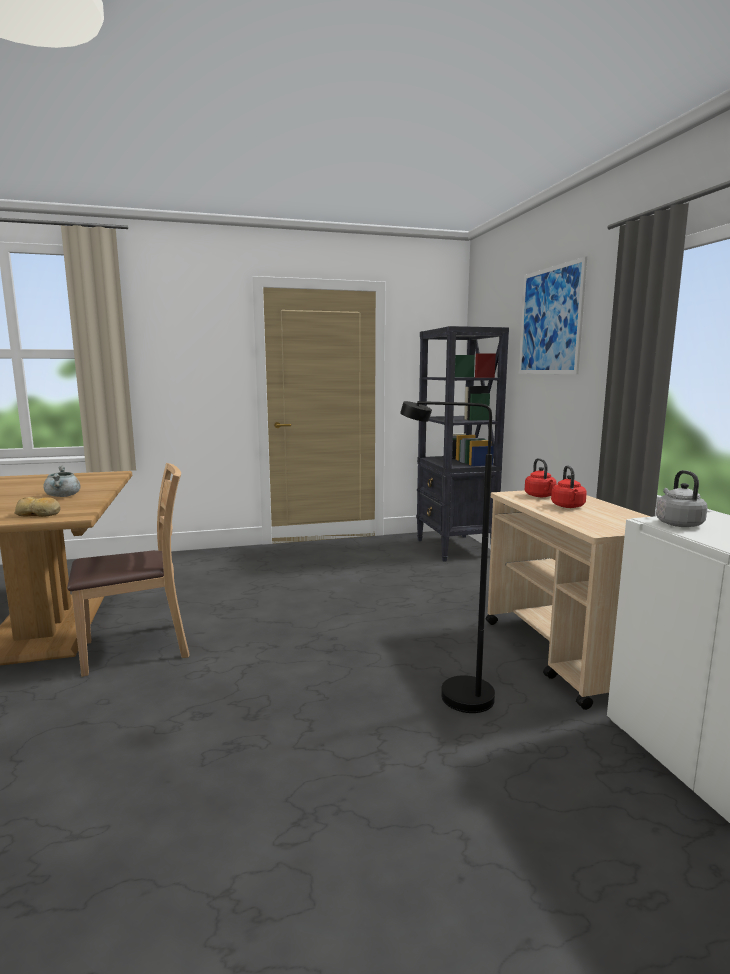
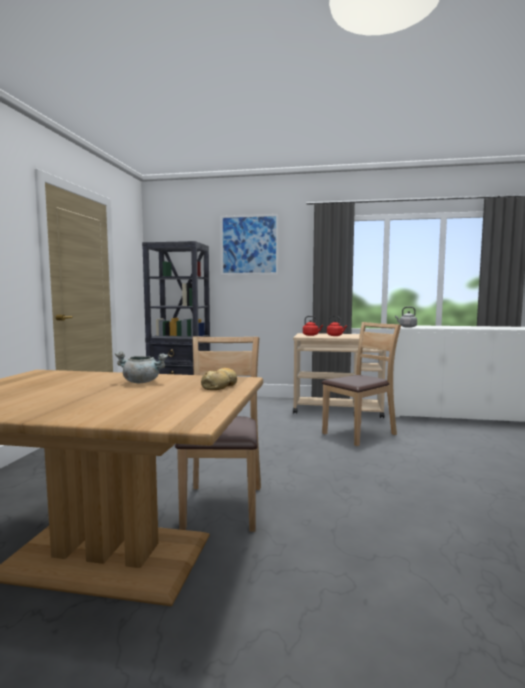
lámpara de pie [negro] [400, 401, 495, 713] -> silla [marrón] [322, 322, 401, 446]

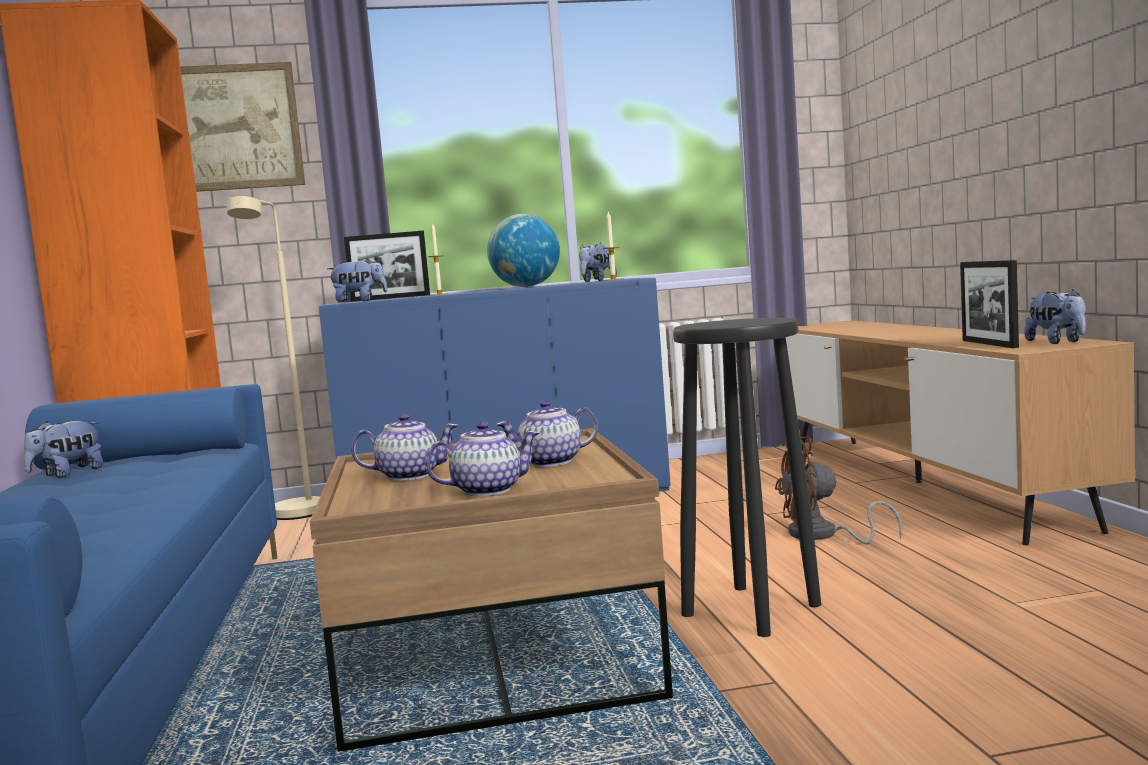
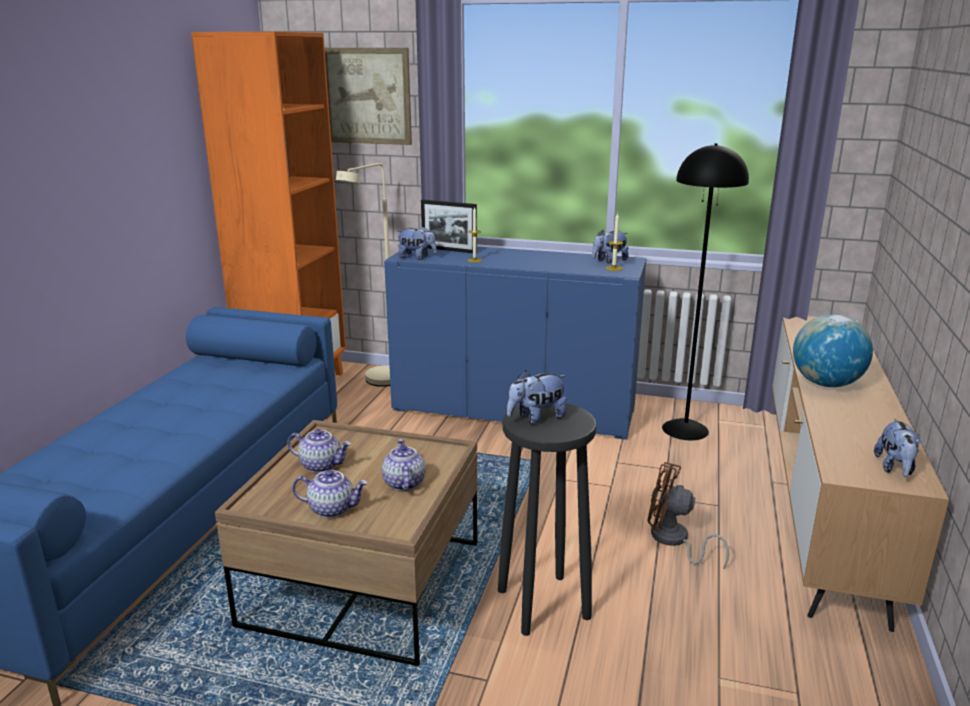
globo terráqueo [487, 214, 560, 287] -> globo terráqueo [793, 314, 873, 387], shifted
portarretratos [960, 260, 1019, 348] -> none
tetera [496, 400, 598, 467] -> tetera [382, 439, 426, 491], 75 degrees clockwise
peluche [24, 421, 103, 478] -> peluche [507, 370, 567, 424], shifted
none -> lámpara de pie [negro] [662, 143, 749, 440]

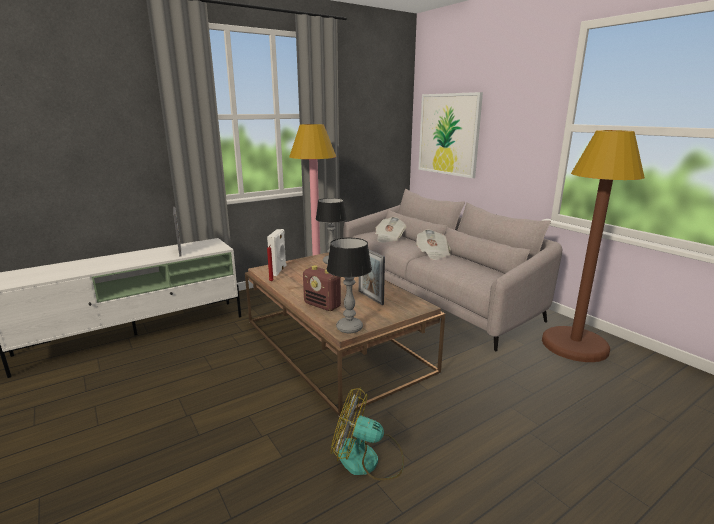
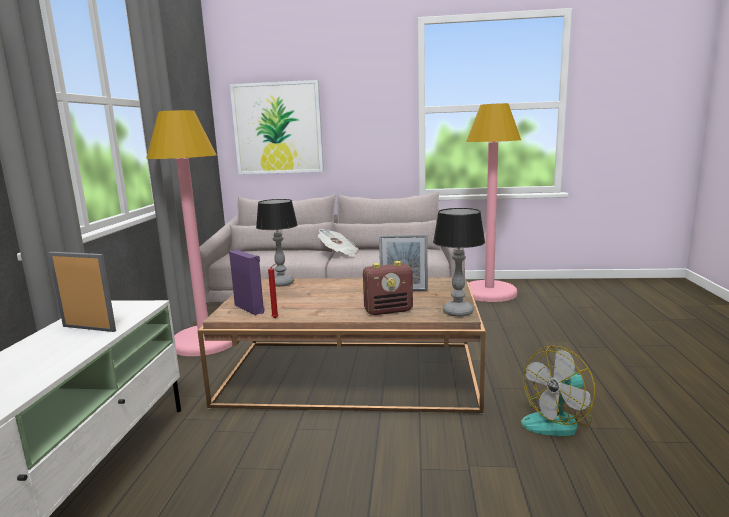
lámpara de pie [marrón] [542, 130, 645, 362] -> lámpara de pie [rosa] [466, 103, 521, 302]
periódico [375, 217, 406, 242] -> none
altavoz [blanco] [267, 229, 286, 276] -> altavoz [morado] [229, 249, 264, 315]

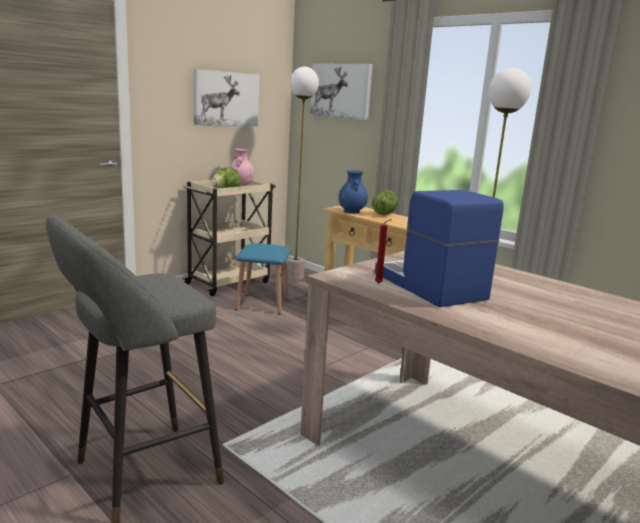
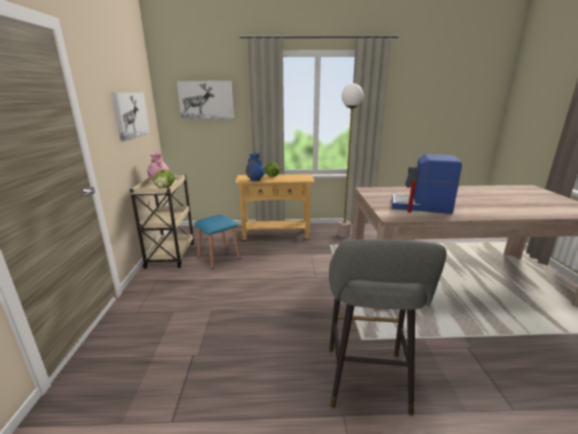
lámpara de pie [287, 67, 319, 280] -> none

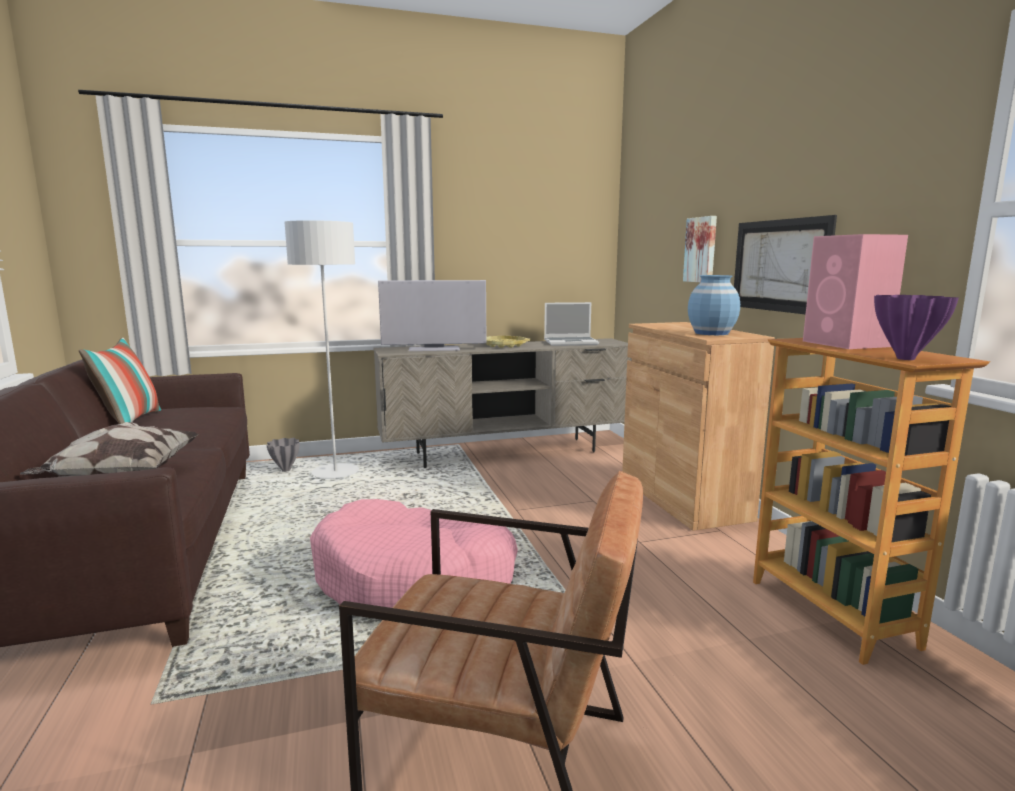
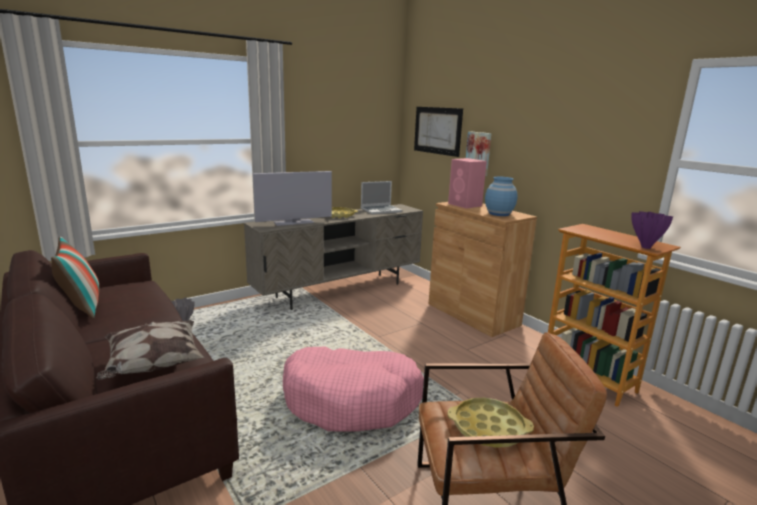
cuadro [734, 215, 837, 314] -> cuadro [414, 107, 463, 157], shifted
lámpara de pie [gris] [284, 220, 359, 479] -> none
altavoz [rosa] [803, 234, 908, 349] -> altavoz [rosa] [448, 158, 487, 209], shifted
none -> bandeja [amarillo] [448, 398, 534, 448]

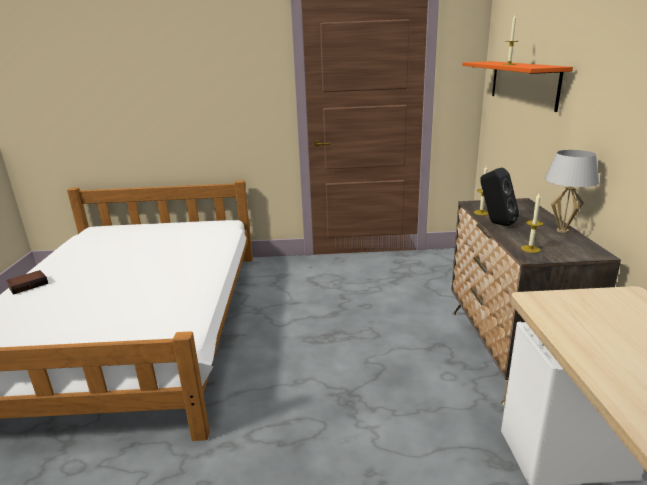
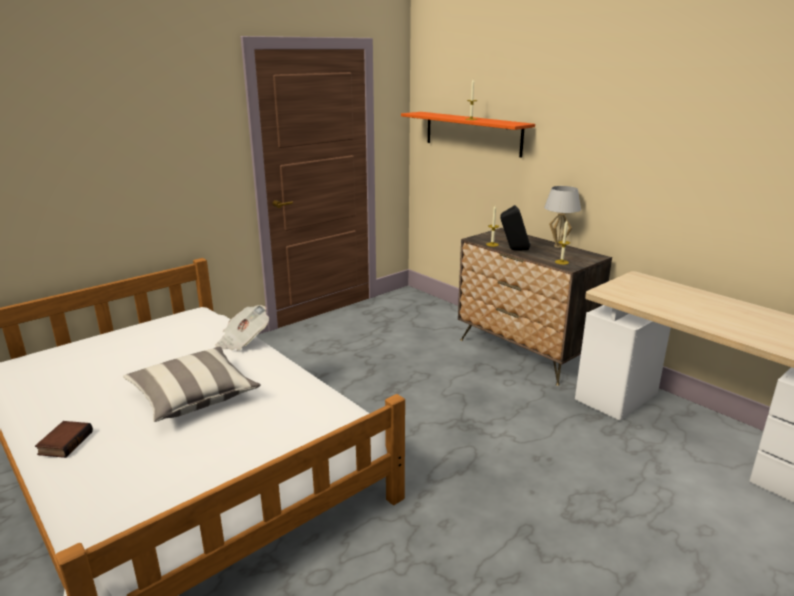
none -> periódico [215, 305, 269, 351]
none -> cojín [123, 347, 261, 422]

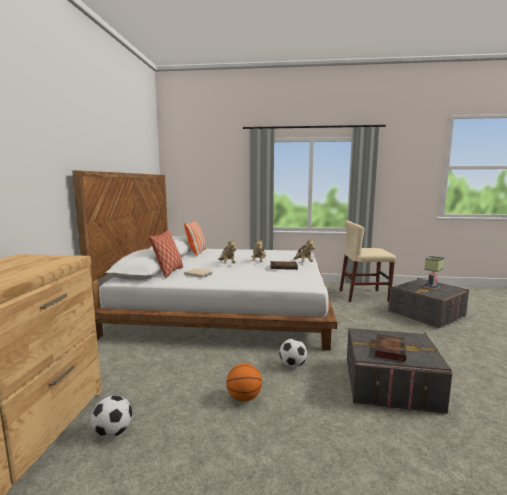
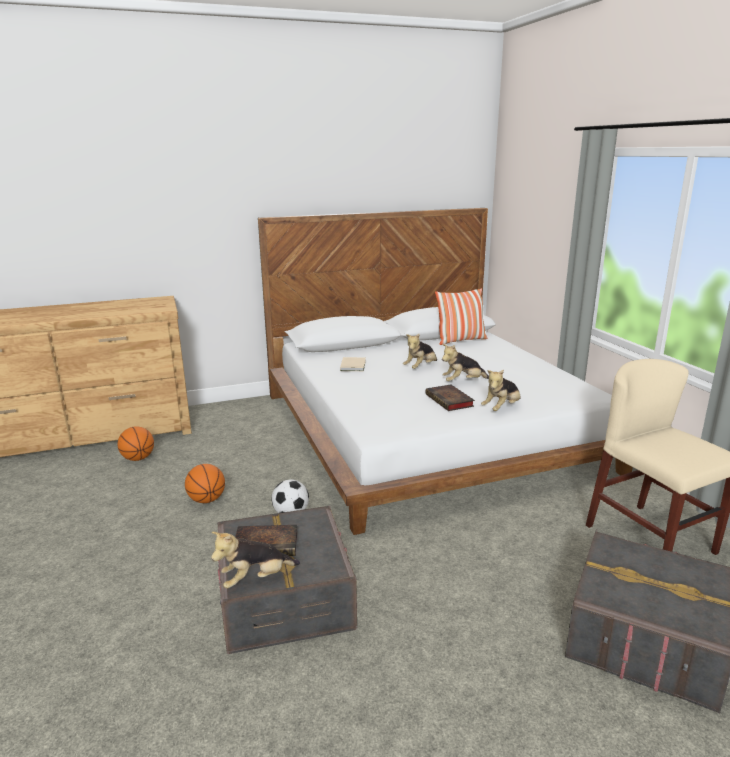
cojín [149, 230, 183, 278] -> none
lámpara de mesa [423, 256, 444, 290] -> none
balón de fútbol [91, 395, 132, 438] -> balón de baloncesto [118, 426, 154, 461]
none -> peluche [211, 532, 300, 588]

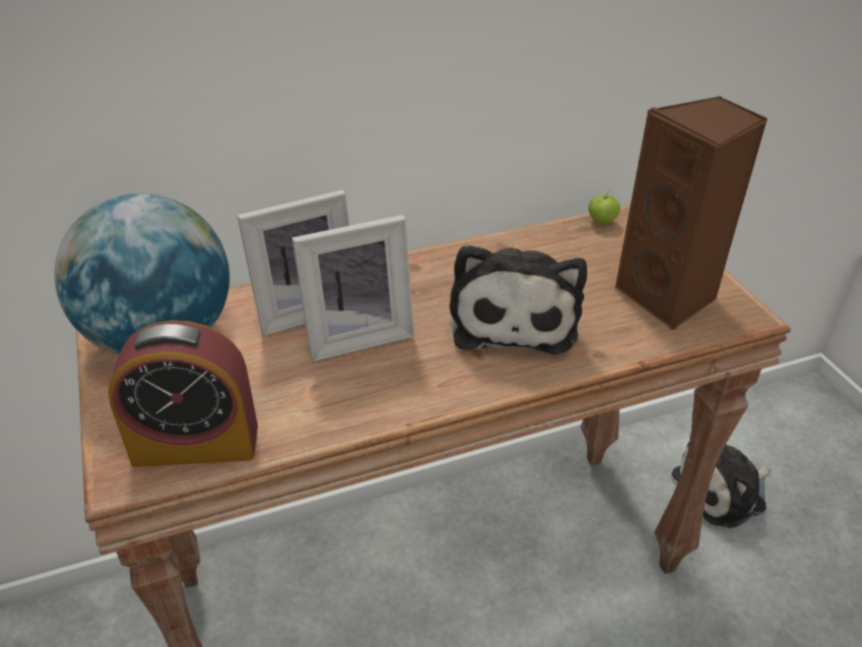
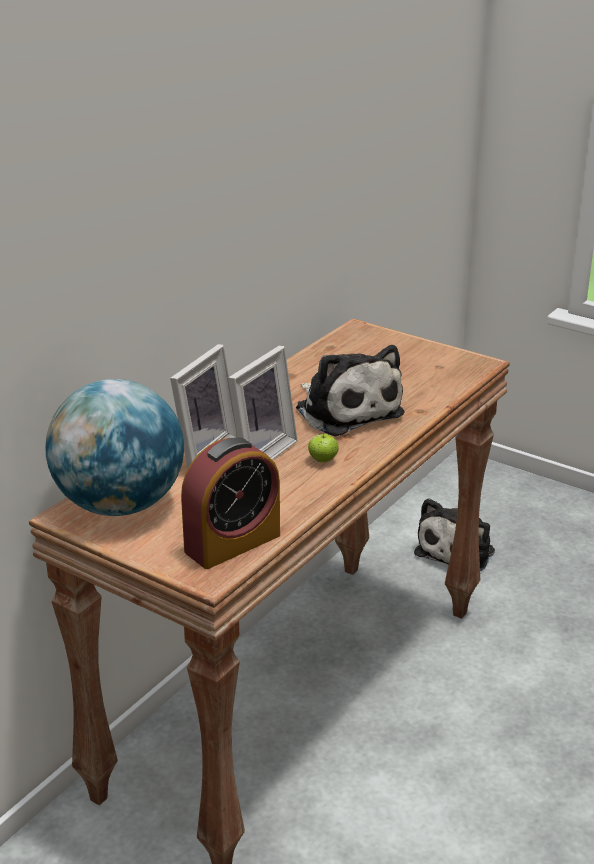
altavoz [marrón] [615, 96, 767, 330] -> none
manzana [588, 191, 620, 224] -> manzana [308, 429, 339, 462], shifted

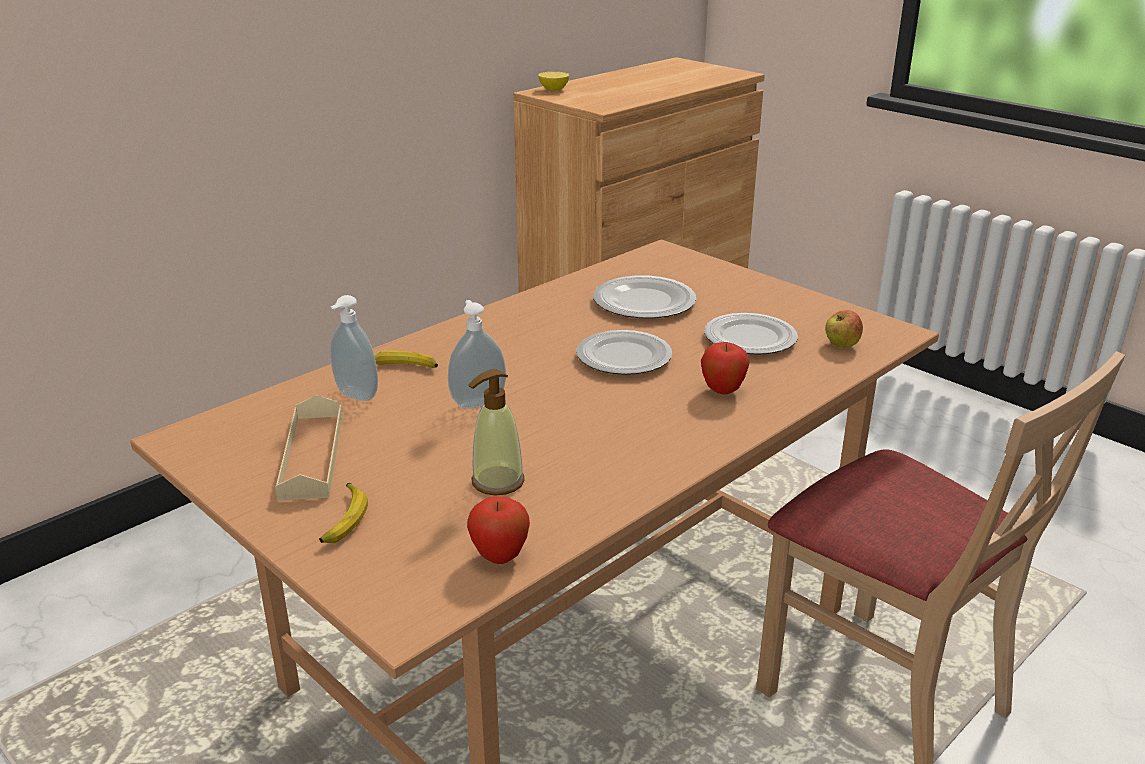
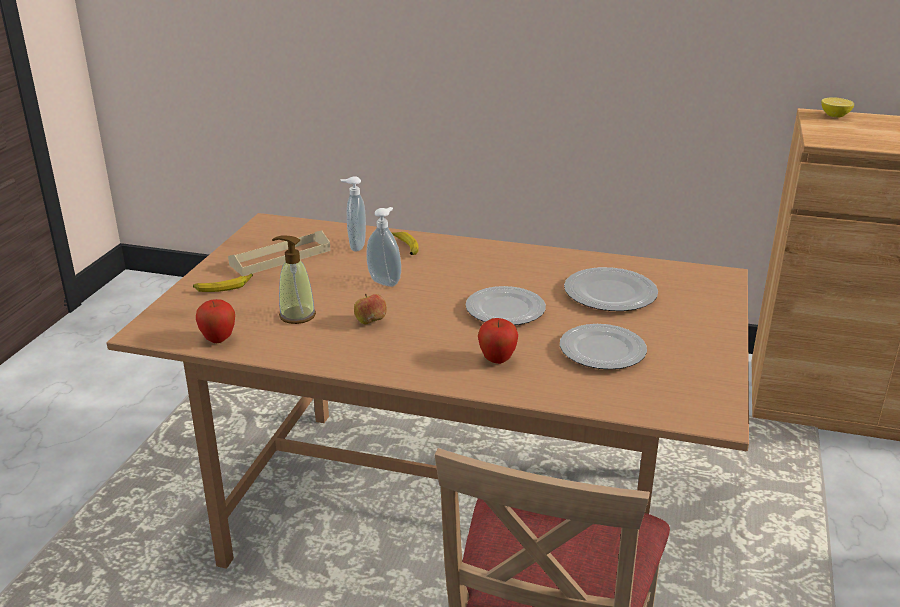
manzana [825, 310, 863, 348] -> manzana [354, 294, 387, 324], shifted

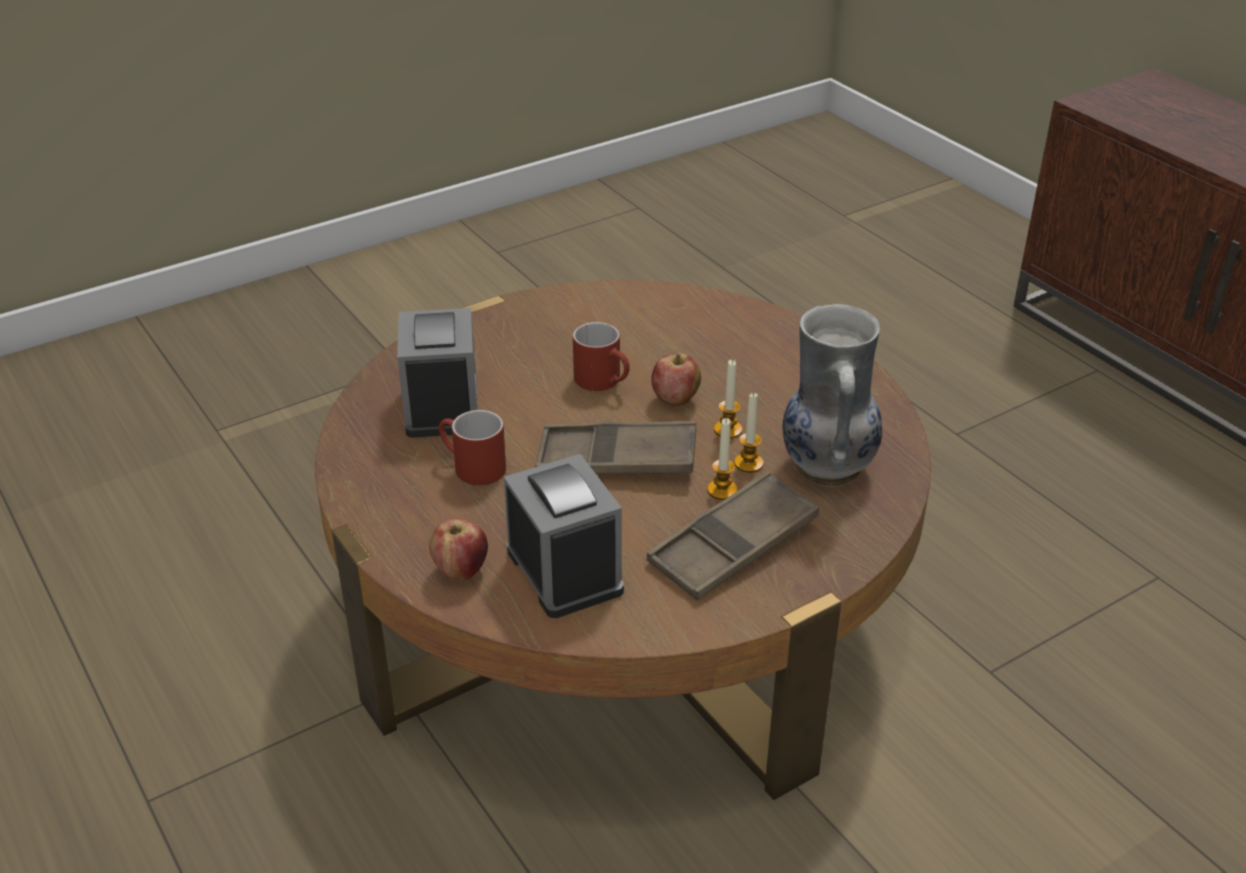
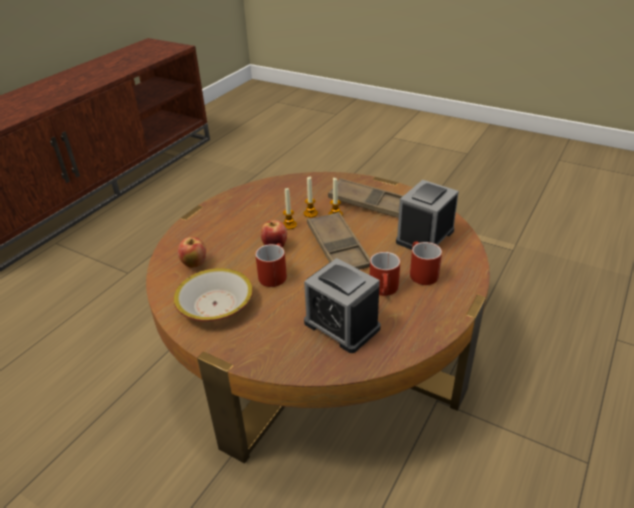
florero [783, 304, 882, 486] -> none
despertador [397, 308, 478, 438] -> despertador [304, 258, 381, 353], 105 degrees counterclockwise
manzana [429, 518, 488, 580] -> manzana [178, 237, 206, 268], shifted
none -> taza grande [rojo] [410, 241, 442, 285]
none -> cuenco [174, 268, 253, 322]

